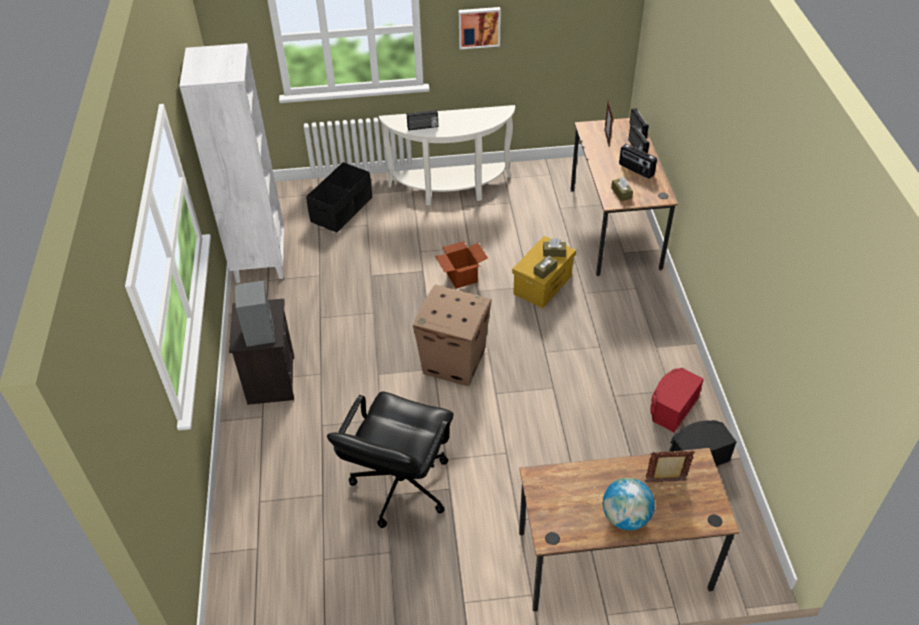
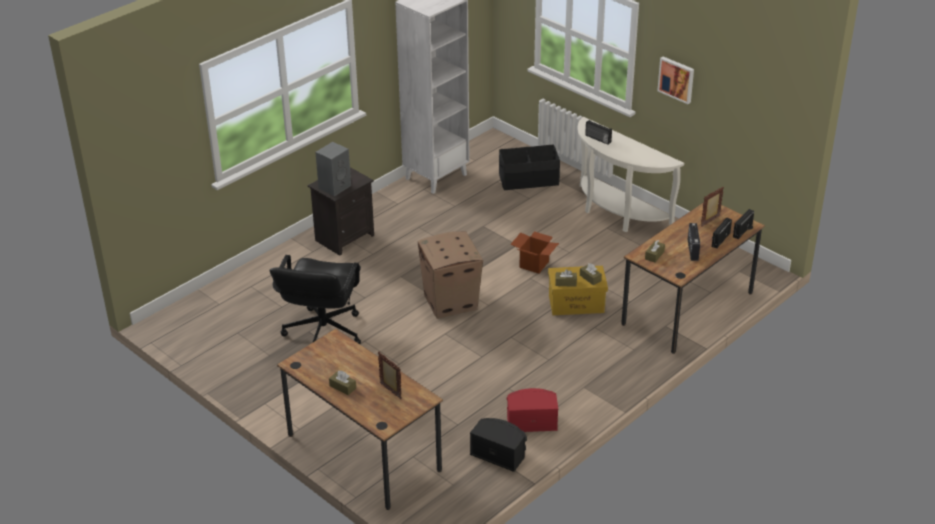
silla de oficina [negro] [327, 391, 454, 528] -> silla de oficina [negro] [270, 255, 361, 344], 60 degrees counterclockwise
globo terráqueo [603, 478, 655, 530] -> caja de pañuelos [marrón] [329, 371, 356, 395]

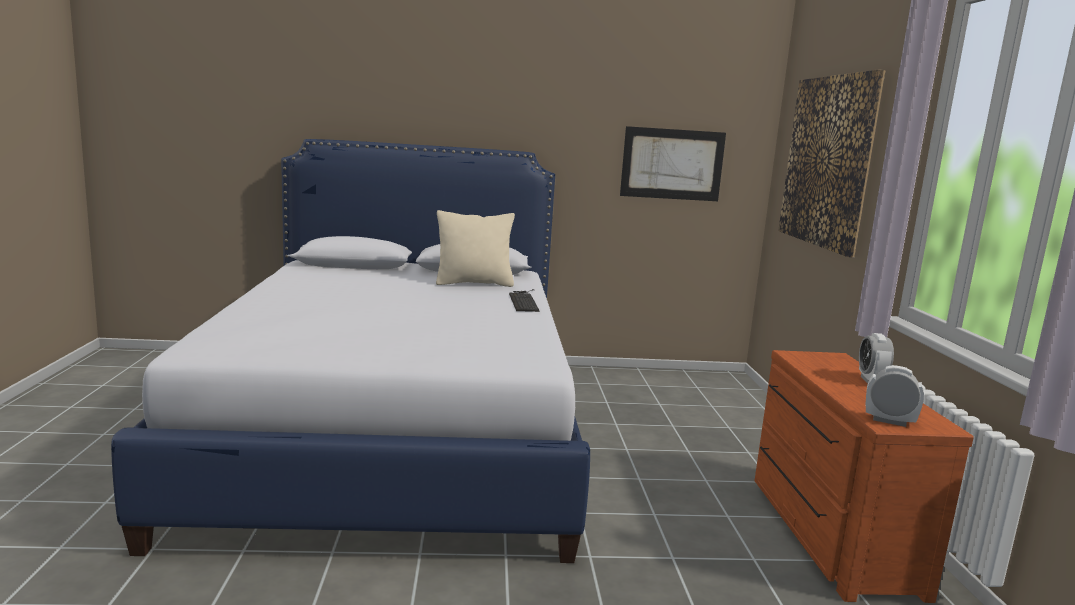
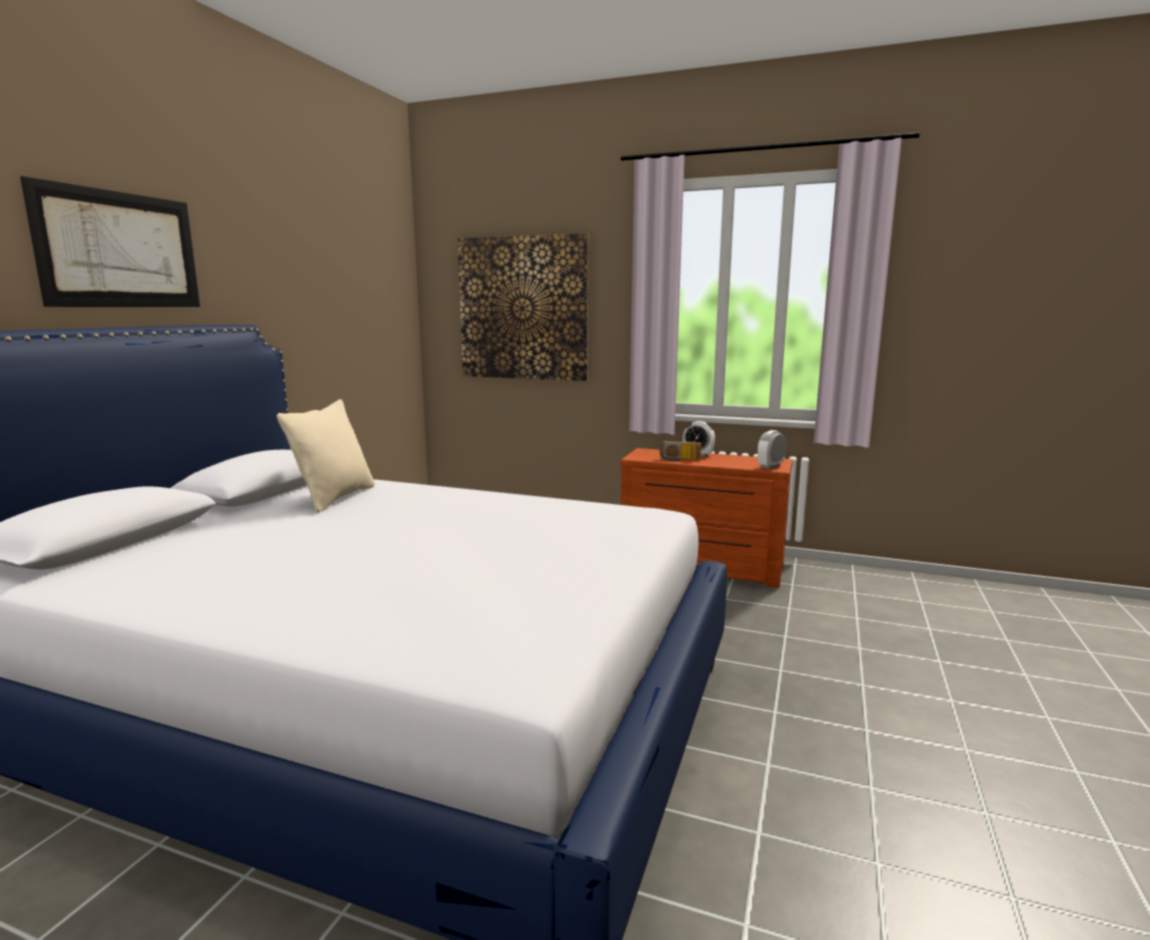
cuadro [620, 126, 726, 201] -> cuadro [20, 176, 200, 307], shifted
teclado [509, 289, 540, 312] -> none
none -> radio [659, 441, 701, 461]

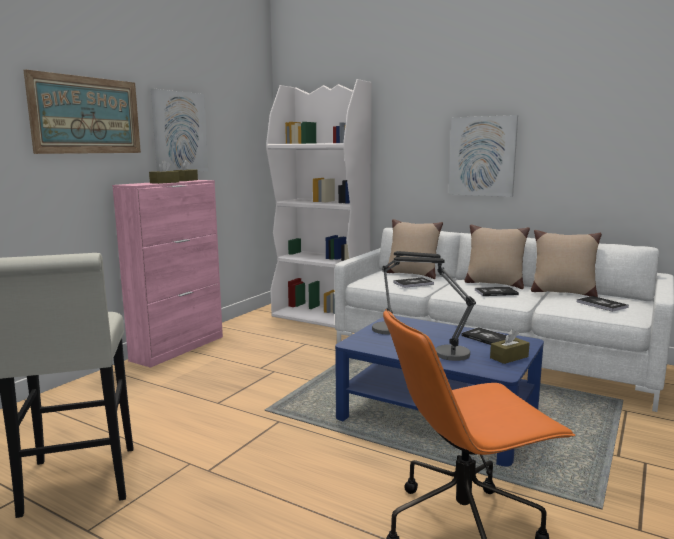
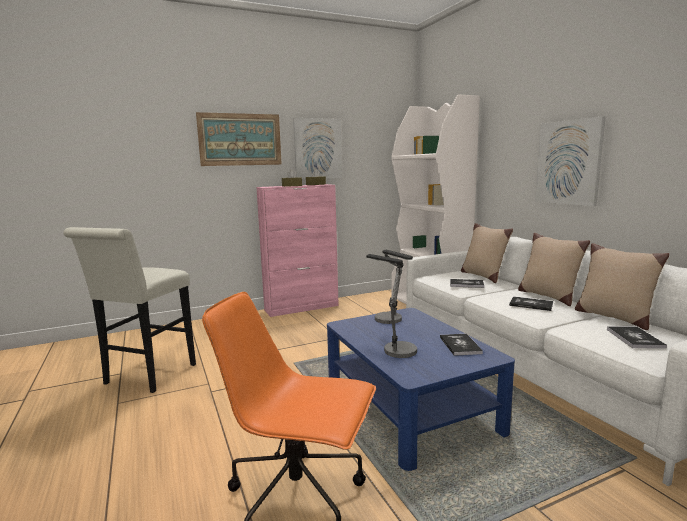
caja de pañuelos [marrón] [490, 329, 530, 364] -> none

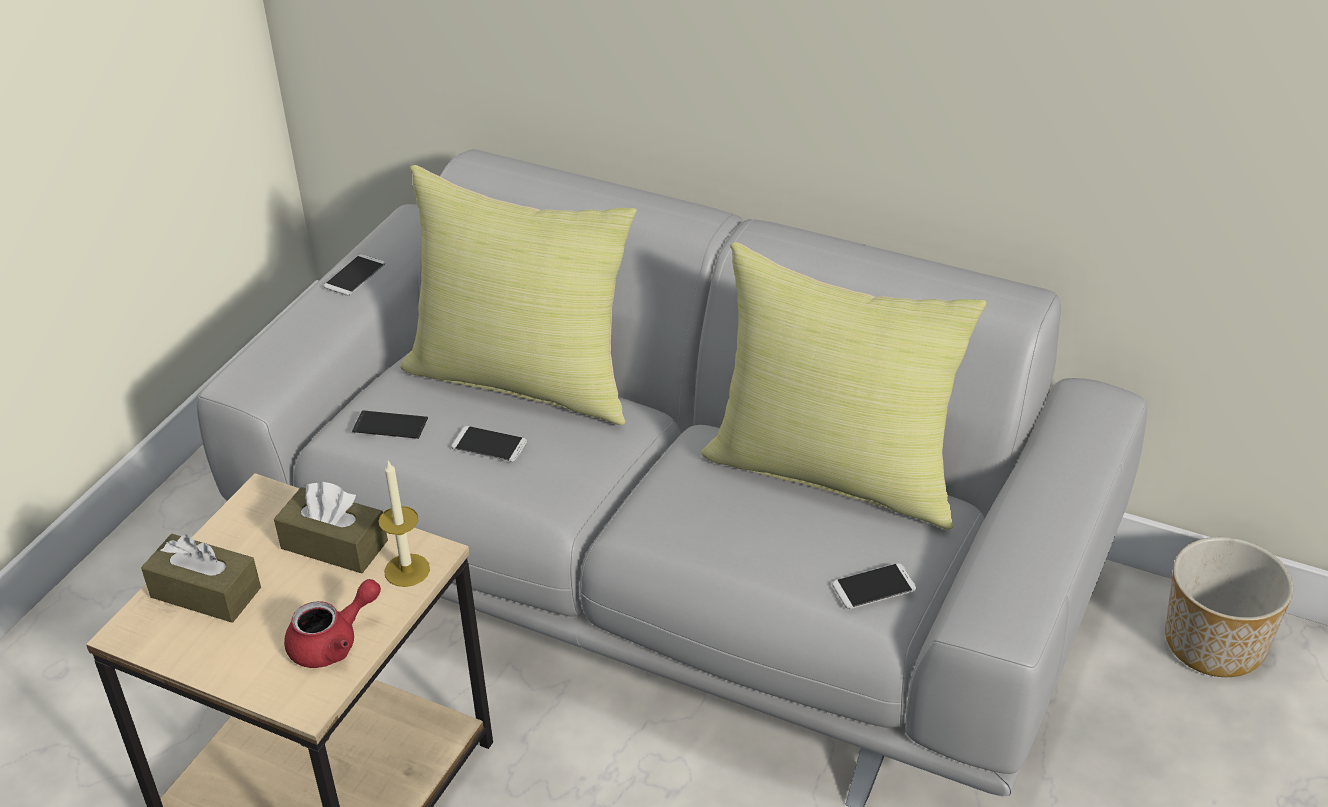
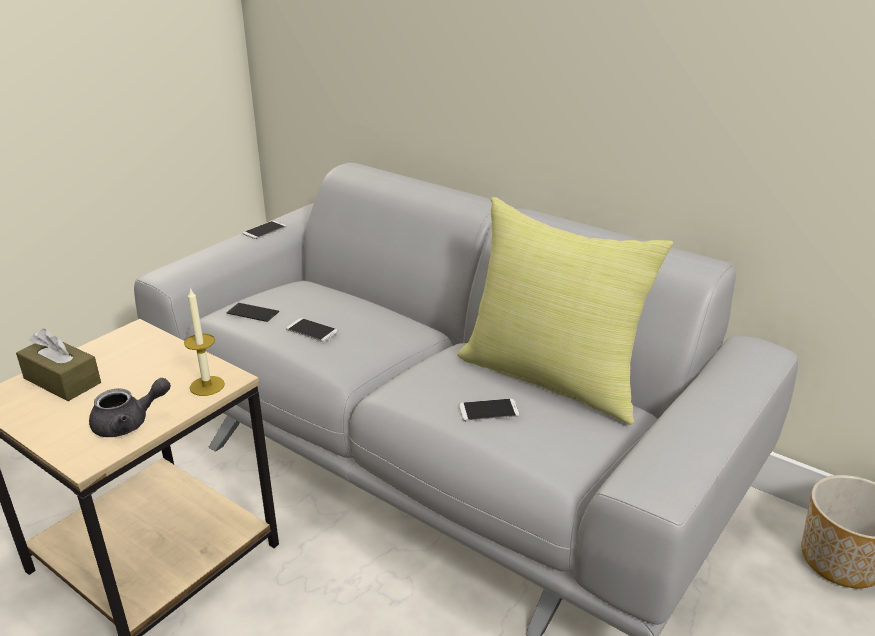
cojín [amarillo] [400, 165, 637, 425] -> none
caja de pañuelos [marrón] [274, 481, 388, 573] -> none
móvil [832, 563, 917, 609] -> móvil [459, 399, 520, 421], shifted
tetera [rojo] [284, 579, 381, 668] -> tetera [gris] [89, 378, 171, 437]

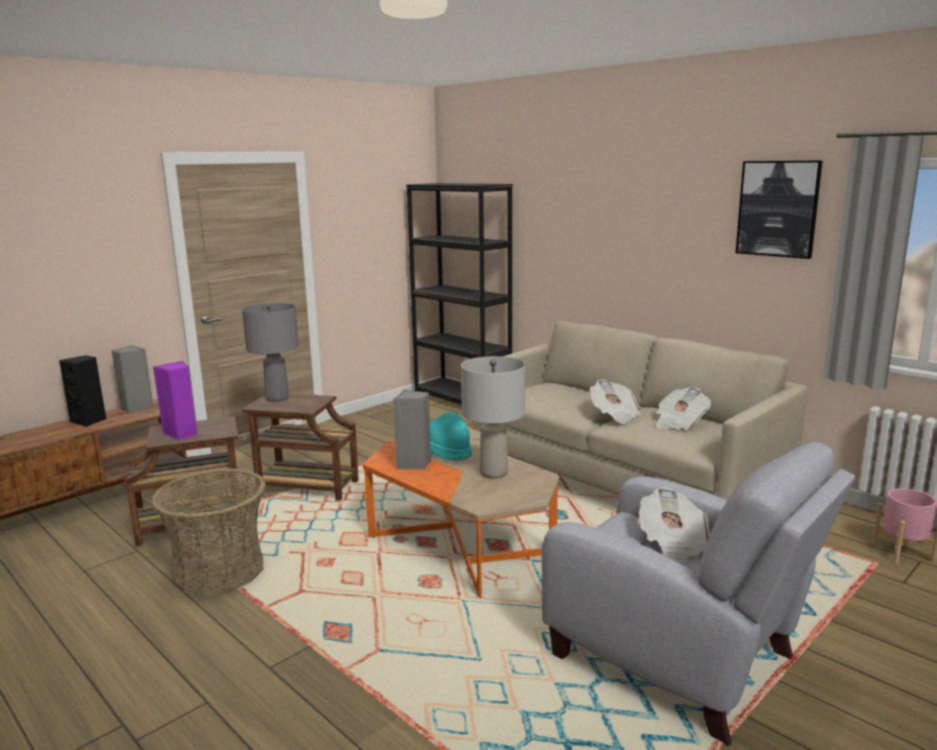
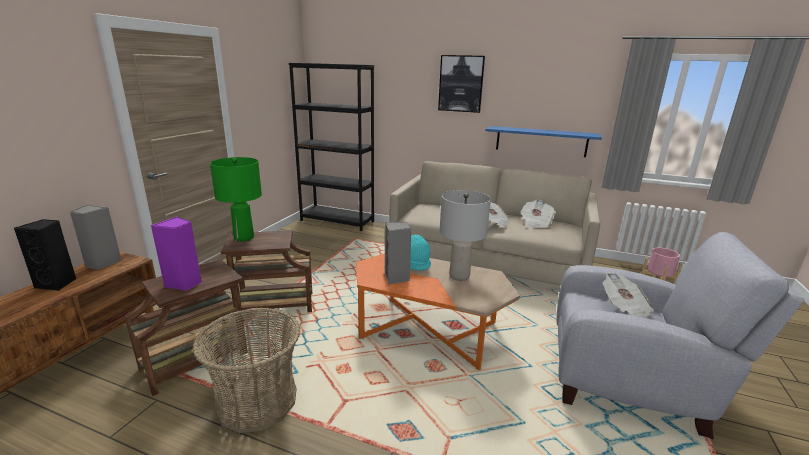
cuadro [736, 160, 823, 259] -> cuadro [438, 55, 485, 113], shifted
lámpara de mesa [gris] [242, 303, 299, 402] -> lámpara de mesa [verde] [210, 157, 262, 242]
none -> estante [azul] [485, 126, 602, 157]

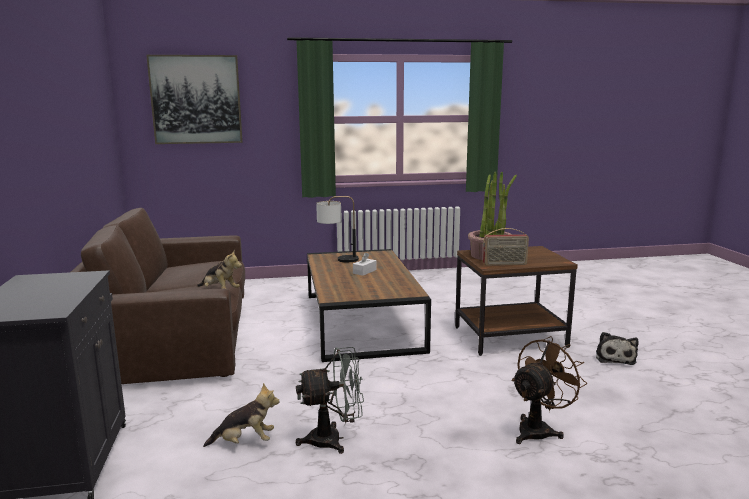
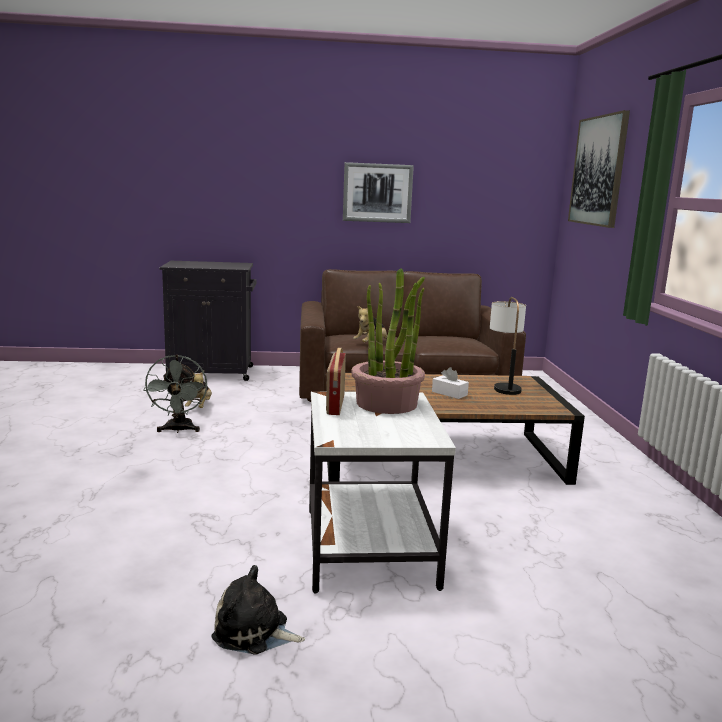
mesa auxiliar [marrón] [455, 246, 578, 356] -> mesa auxiliar [blanco] [309, 391, 456, 594]
ventilador [marrón] [511, 336, 587, 444] -> none
none -> cuadro [343, 162, 414, 223]

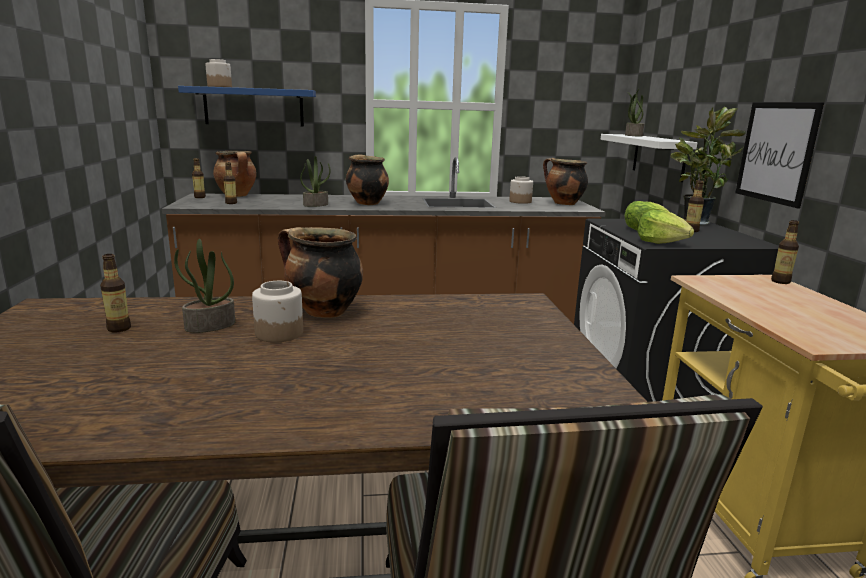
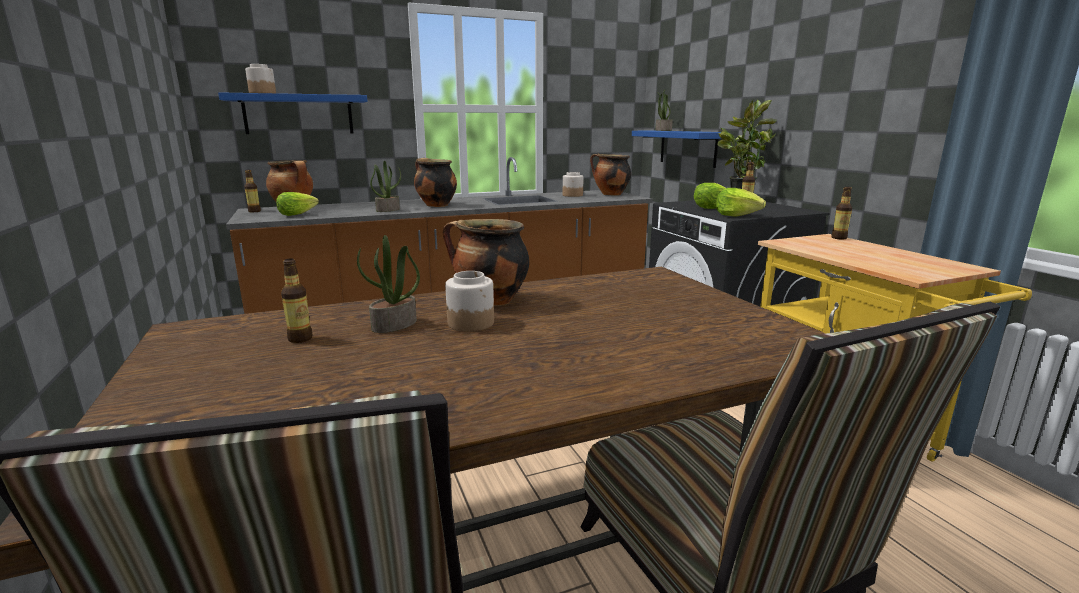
cuadro [735, 102, 824, 208] -> none
estante [blanco] [600, 134, 698, 182] -> estante [azul] [632, 131, 721, 168]
botella [223, 162, 237, 204] -> lechuga [276, 192, 319, 216]

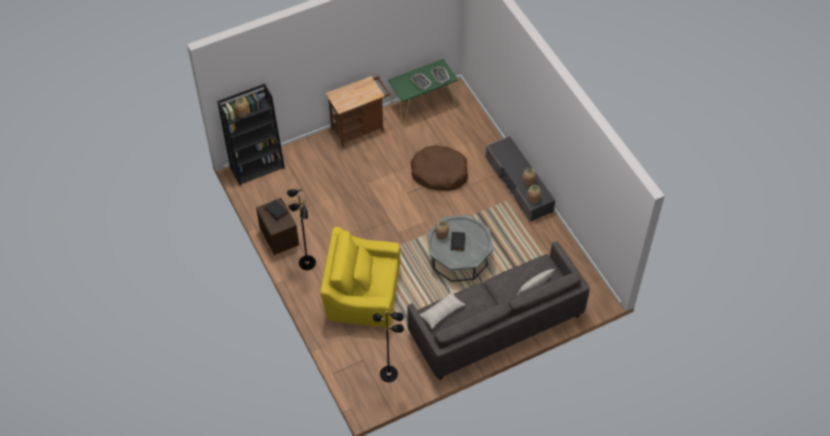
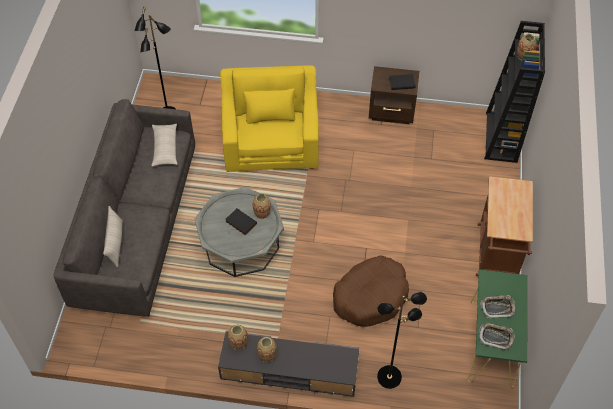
lámpara de pie [negro] [287, 189, 316, 270] -> lámpara de pie [negro] [377, 292, 427, 389], shifted
sillón [amarillo] [320, 227, 400, 328] -> sillón [amarillo] [220, 65, 319, 172], 45 degrees counterclockwise

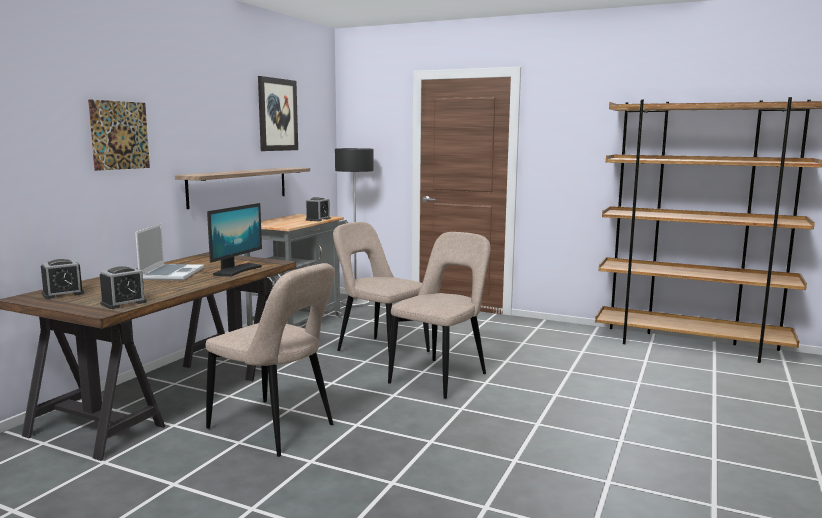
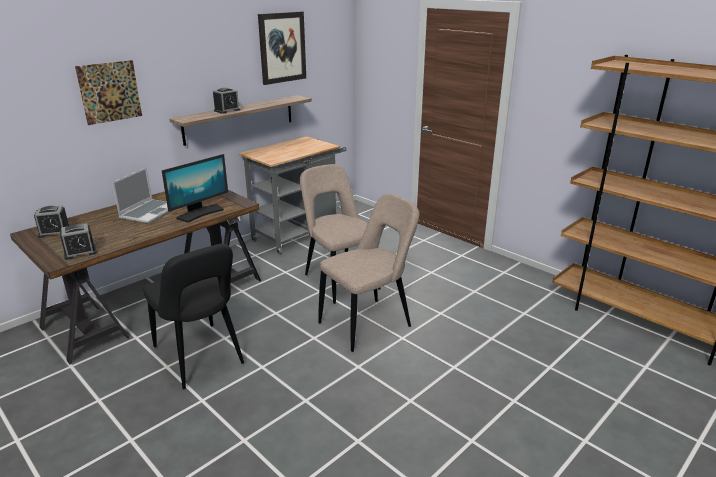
lámpara de pie [335, 148, 374, 307] -> none
despertador [306, 197, 330, 221] -> despertador [213, 88, 240, 114], shifted
silla [beis] [205, 263, 335, 457] -> silla [negro] [143, 243, 244, 389]

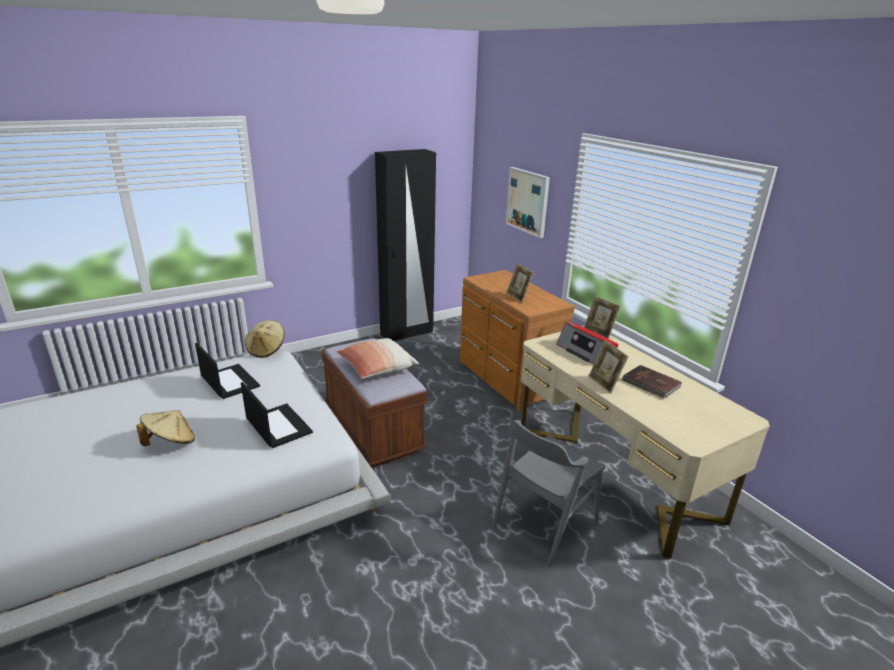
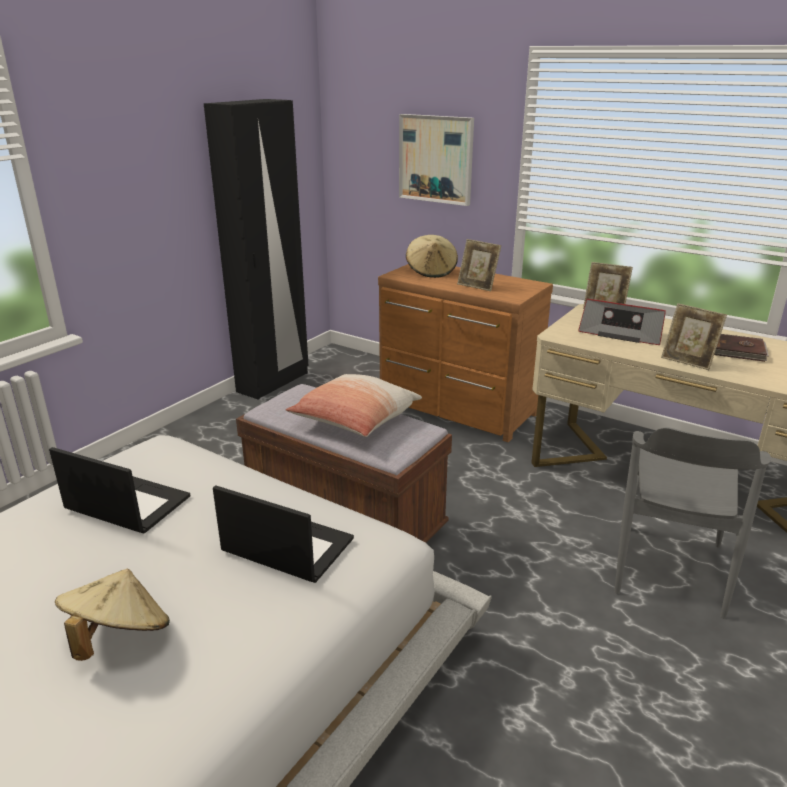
sombrero [beis] [245, 320, 285, 358] -> sombrero [beis] [406, 235, 458, 278], shifted

